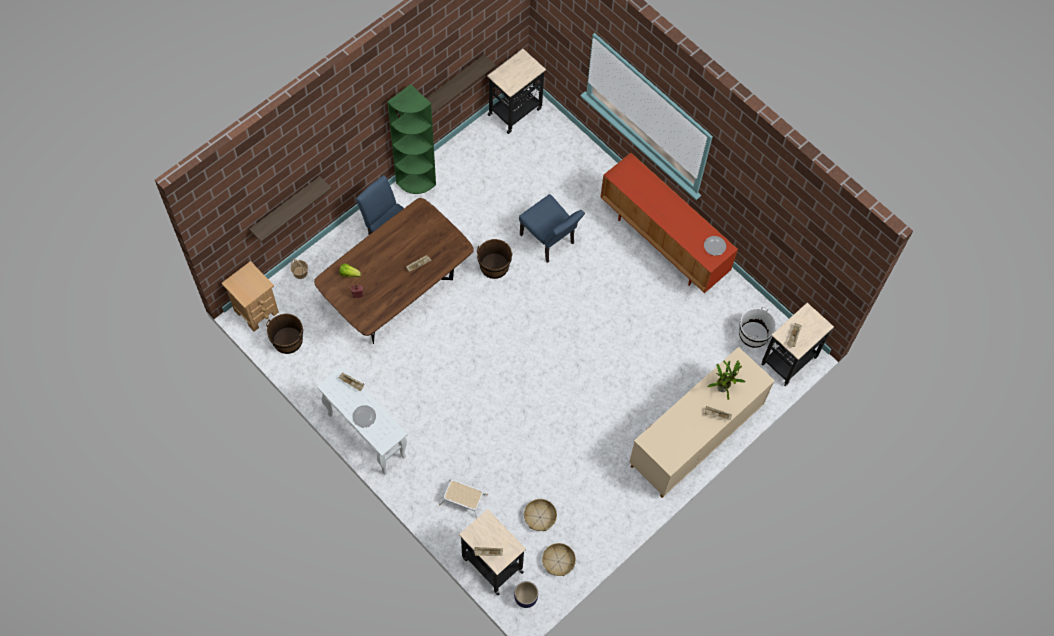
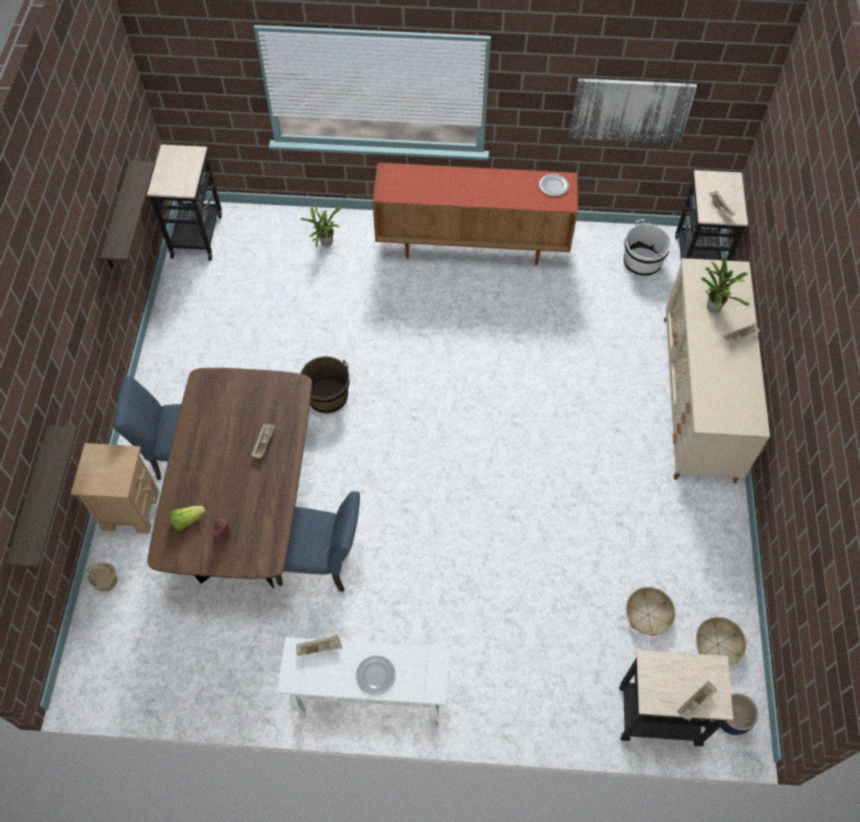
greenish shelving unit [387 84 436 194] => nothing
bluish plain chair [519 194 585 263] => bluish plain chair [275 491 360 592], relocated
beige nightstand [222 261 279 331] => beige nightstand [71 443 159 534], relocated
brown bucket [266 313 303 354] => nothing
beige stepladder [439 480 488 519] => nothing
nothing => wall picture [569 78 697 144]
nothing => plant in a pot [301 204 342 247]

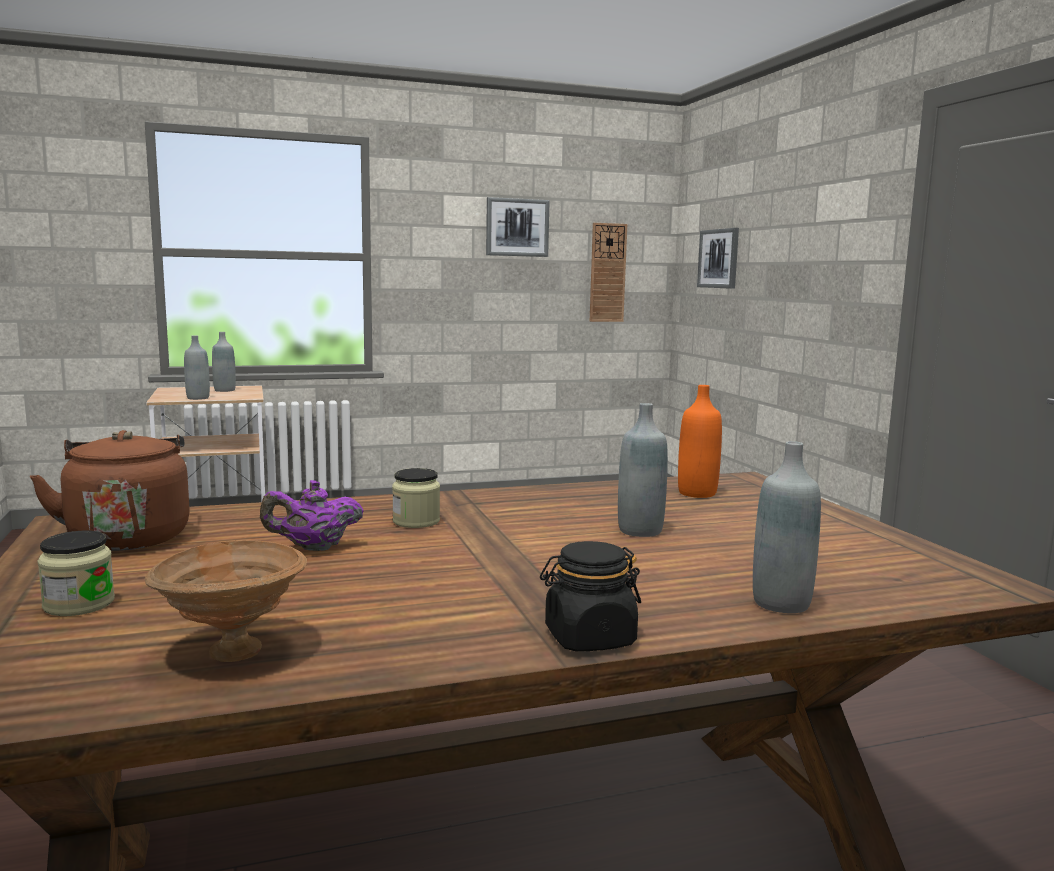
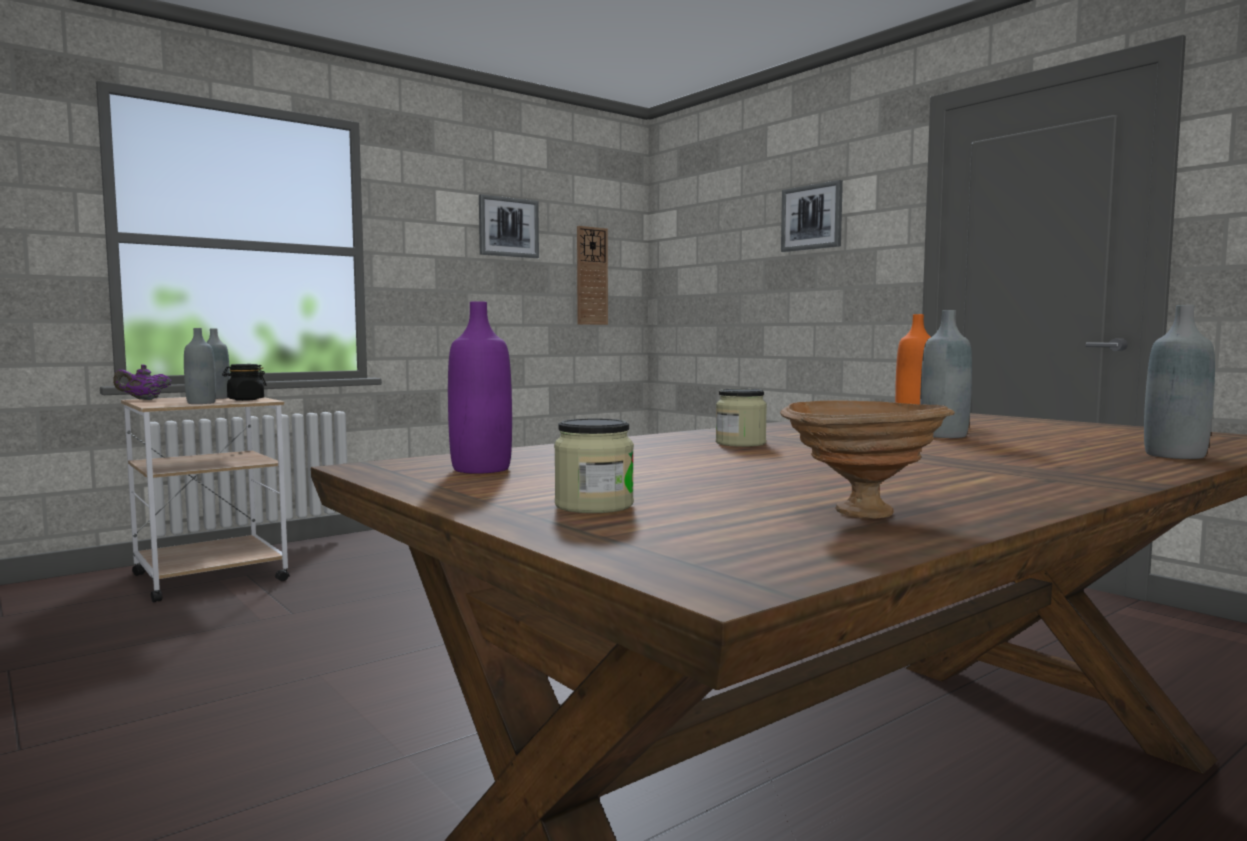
wall picture [697 228 739 289] => wall picture [781 180 843 252], relocated
brown kettle [30 430 190 551] => purple beverage bottle [448 301 512 474]
purple tea pot [260 480 364 551] => purple tea pot [113 364 171 400], relocated
black jar [540 541 641 651] => black jar [222 364 266 401], relocated

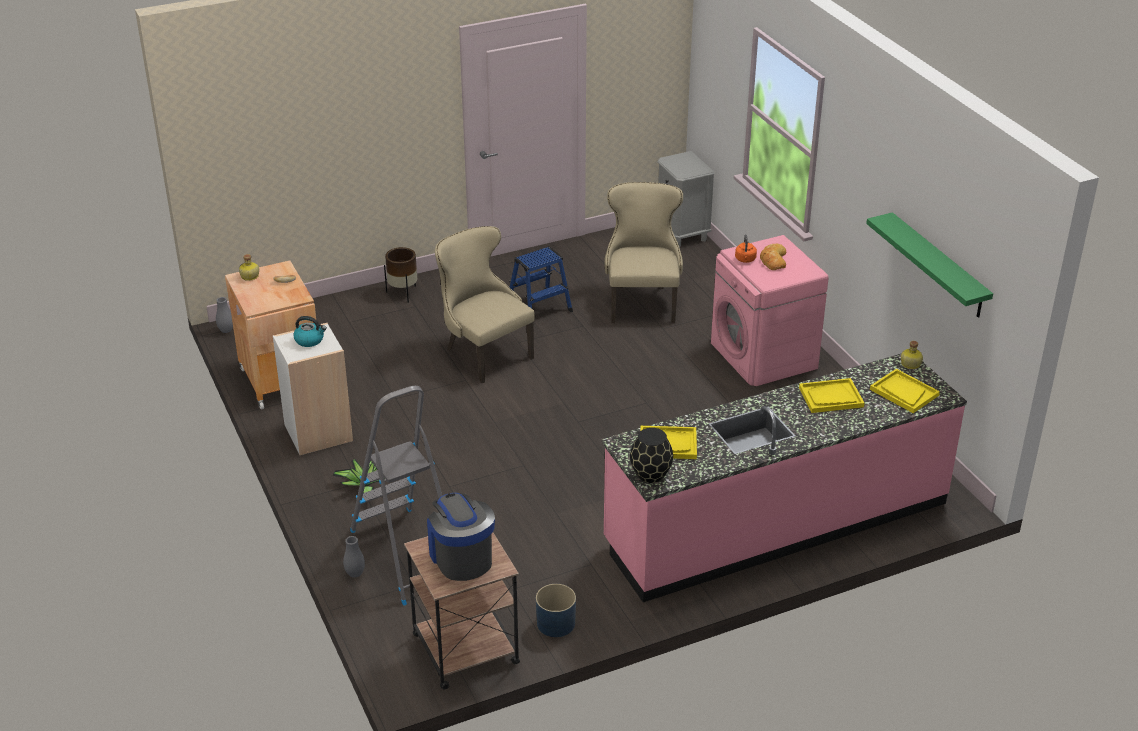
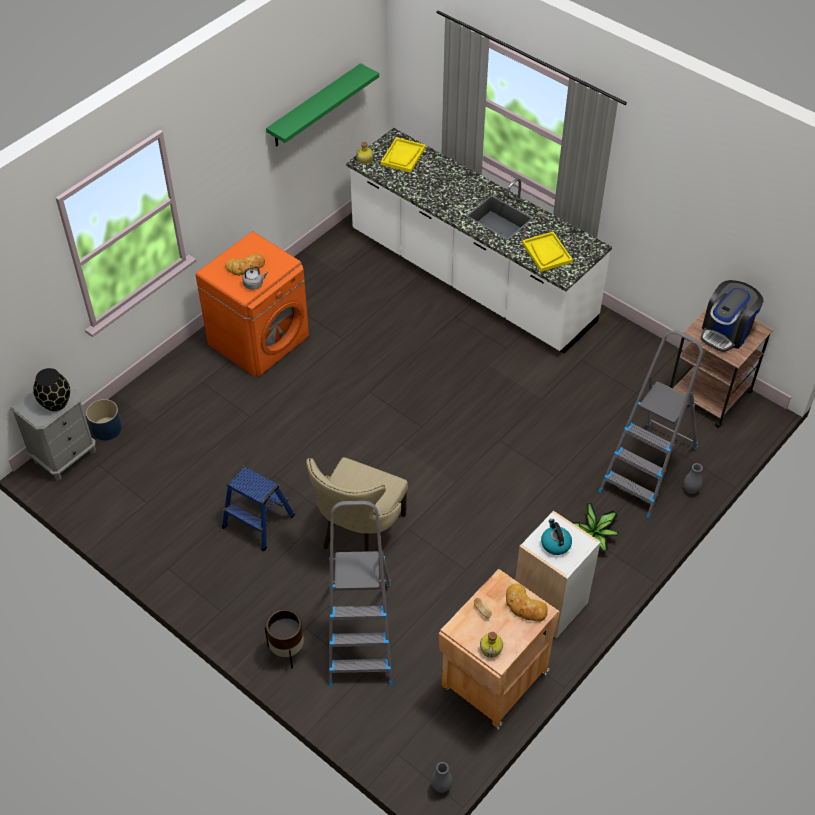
beige plain chair [604 182 683 324] => nothing
orange kettle [735 234 757 263] => greyish kettle [242 266 268 290]
pink-coloured laundry machine [711 235 829 386] => orange laundry machine [196 231 309 376]
pink-coloured kitchen base unit [601 354 967 602] => whitish kitchen base unit [346 128 612 354]
yellowish serving tray [799 378 864 413] => nothing
black flower vase [630 428 673 483] => black flower vase [33 368 70 411], relocated
bluish plant pot [536 584 576 637] => bluish plant pot [86 399 122 440], relocated
nothing => greyish stepladder [329 501 393 686]
nothing => bakery bread [506 584 548 622]

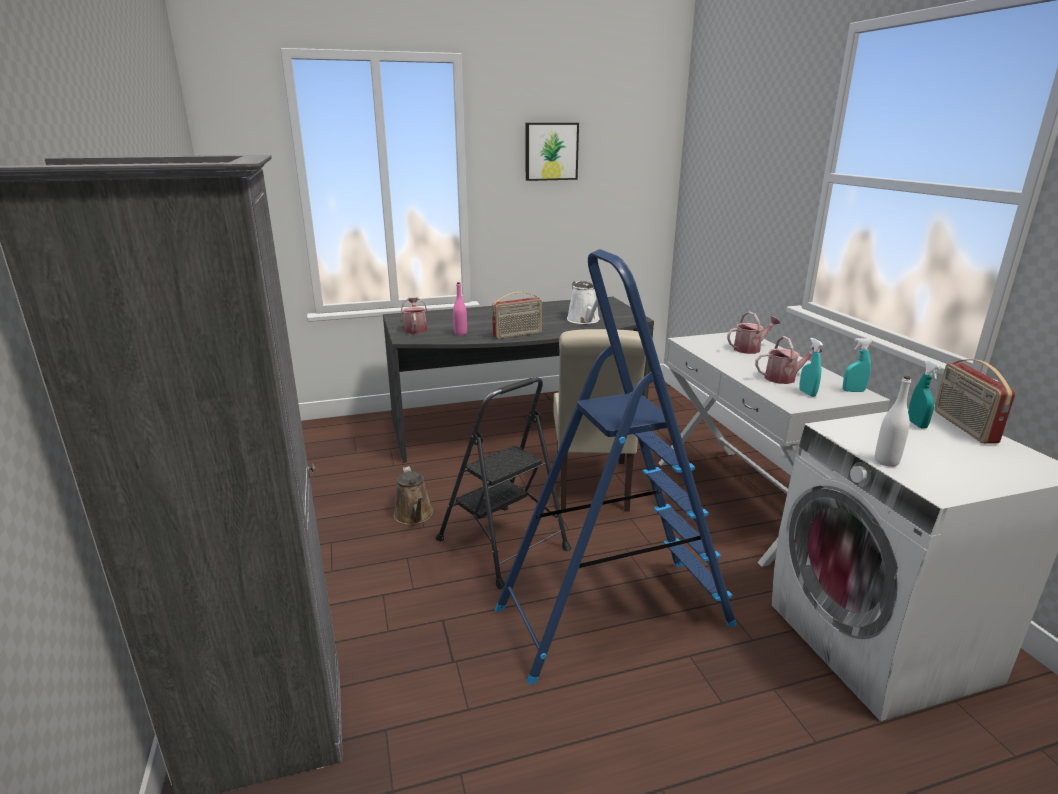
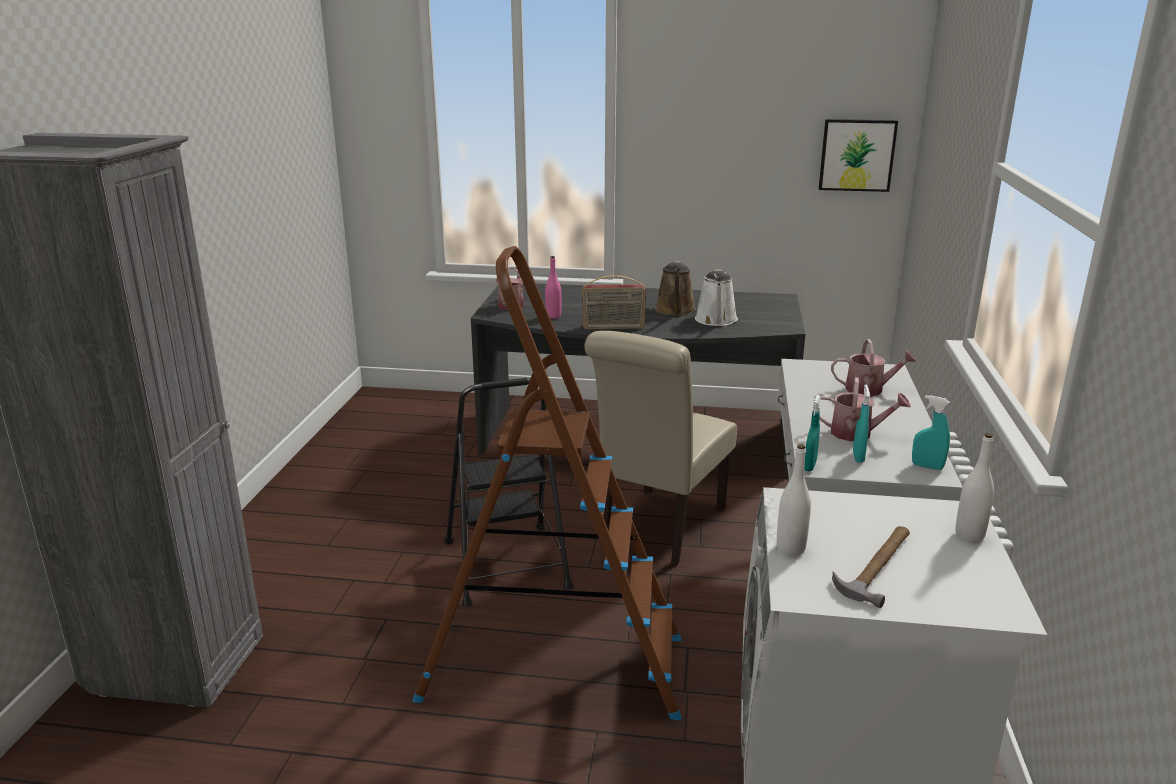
wall picture [526 123 579 181] => wall picture [819 119 898 192], relocated
bluish stepladder [495 249 737 685] => brown stepladder [412 246 681 720]
radio [934 359 1015 444] => whitish beverage bottle [955 433 994 542]
turquoise spray bottle [908 361 941 429] => turquoise spray bottle [804 395 821 471], relocated
brown sprinkling can [394 466 433 525] => brown sprinkling can [655 261 696 316], relocated
nothing => hand hammer [832 526 910 608]

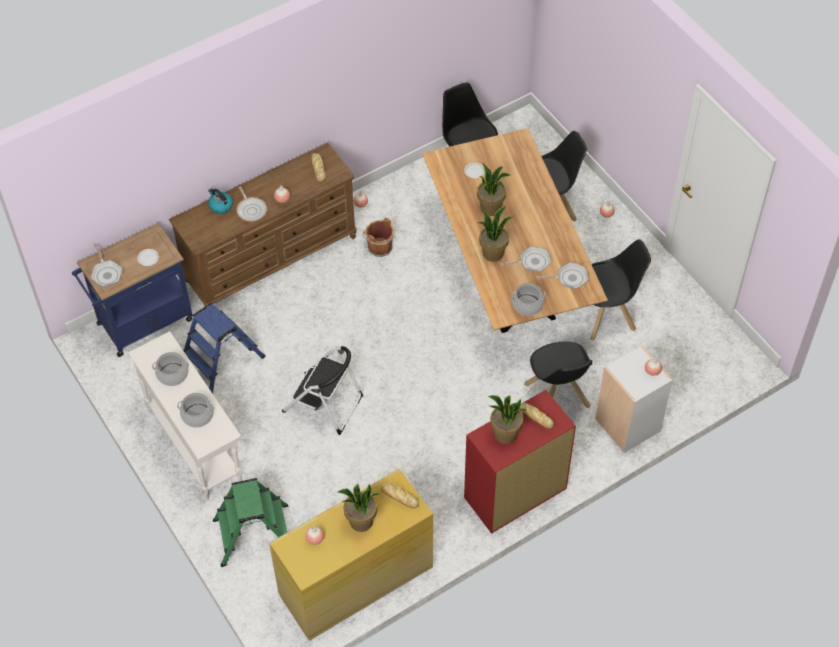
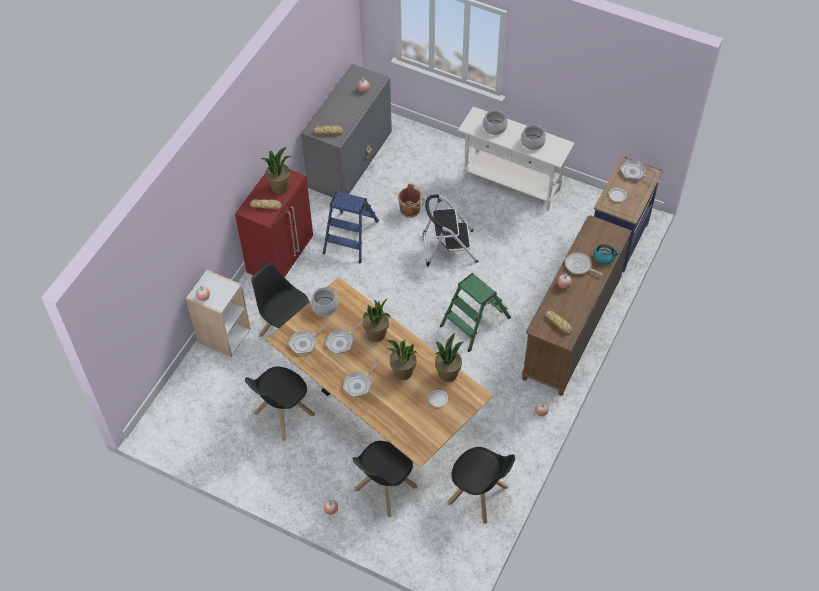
brown bucket [363 217 394 257] => brown bucket [398 184 424 218], relocated
bluish stepladder [183 302 266 394] => bluish stepladder [323 191 379 264], relocated
yellowish storage cabinet [269 469 433 641] => greyish storage cabinet [301 64 392 198]
greenish stepladder [213 478 288 567] => greenish stepladder [439 272 511 352], relocated
plant in a pot [337 484 380 532] => plant in a pot [434 333 464 382], relocated
nothing => skillet [343 361 380 397]

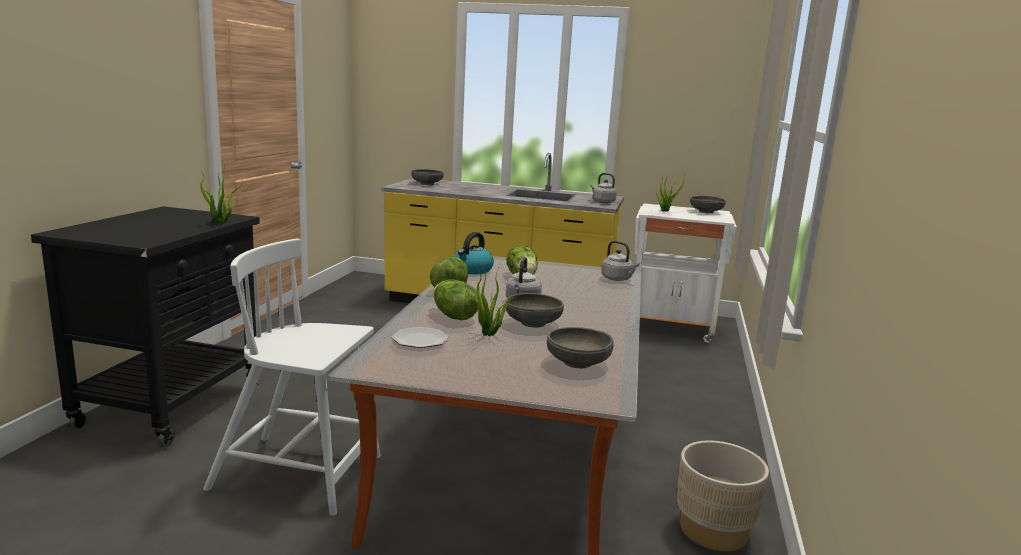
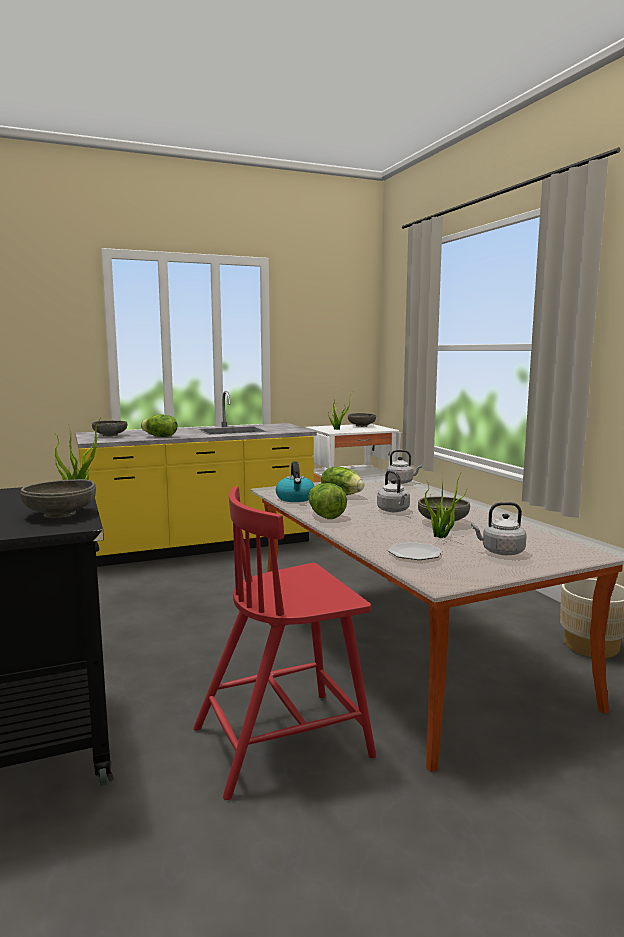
greyish kettle [590 173 617 203] => greyish kettle [471 502 527 555], relocated
whitish plain chair [203 238 381 516] => reddish plain chair [193 486 376 800]
lettuce head [433 279 478 320] => lettuce head [141 414 177 437], relocated
greyish serving bowl [547 327 614 368] => greyish serving bowl [20 479 96 518], relocated

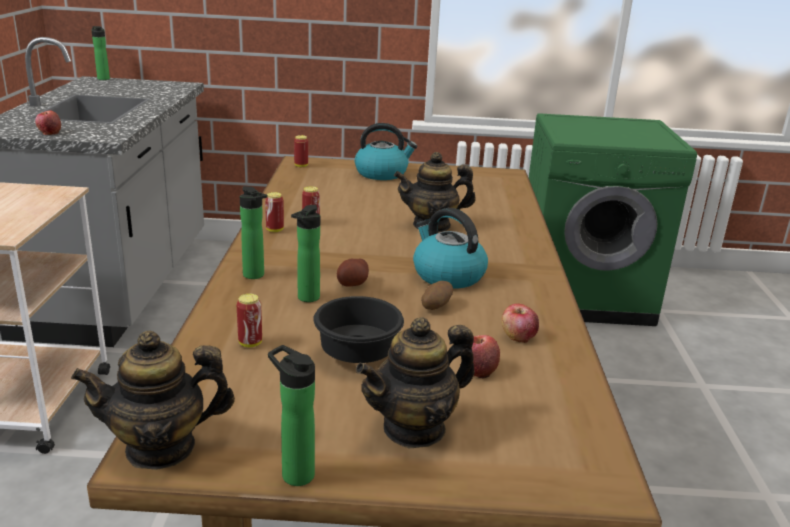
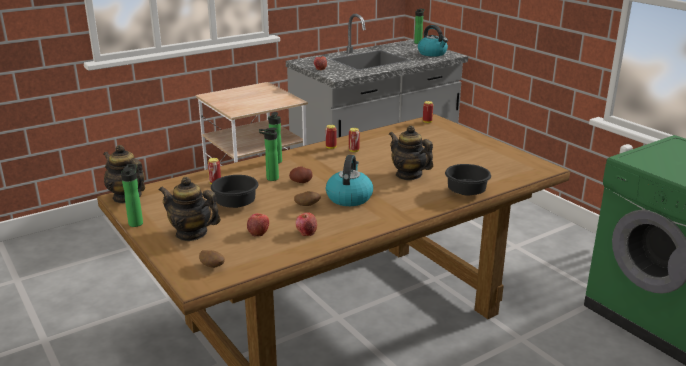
kettle [354 123 417 180] => kettle [418 25 448 57], relocated
nothing => black serving bowl [445 164 491 196]
nothing => spud [199 250 225 268]

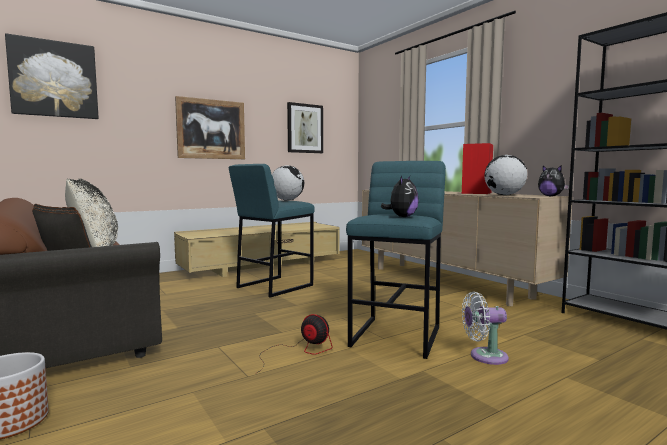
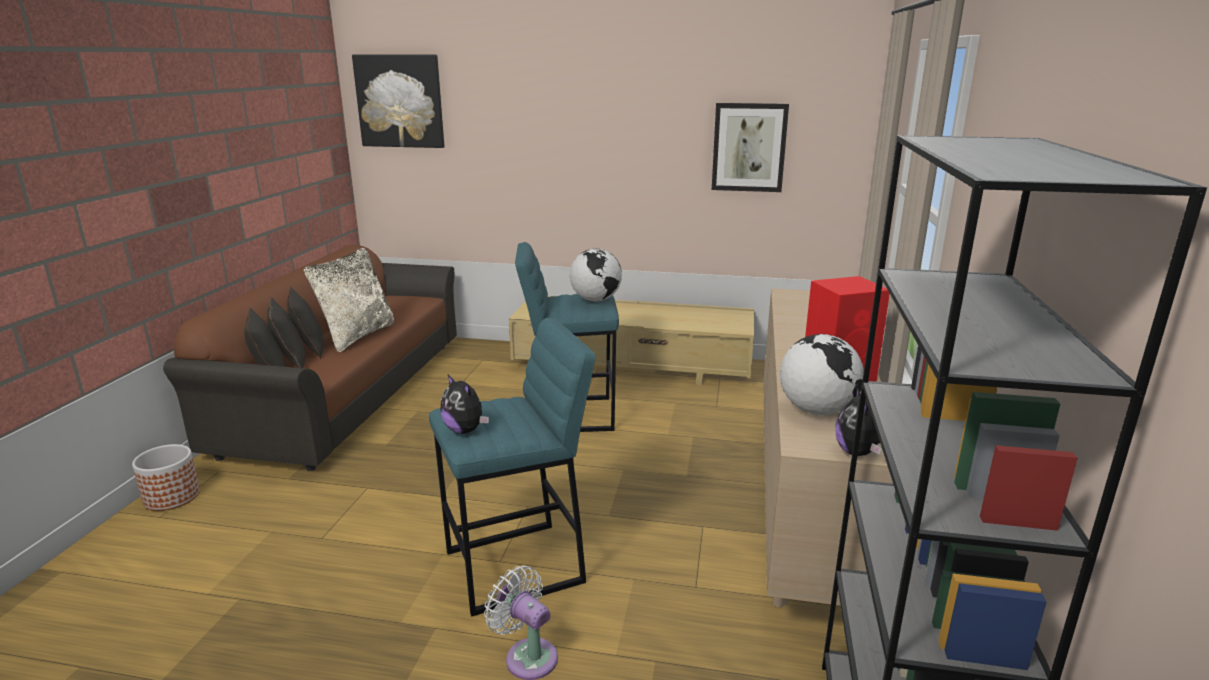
wall picture [175 96 245 159] => nothing
soft toy [381 176 419 217] => soft toy [440 375 489 434], 60 degrees clockwise
electric fan [255 314 333 374] => nothing

